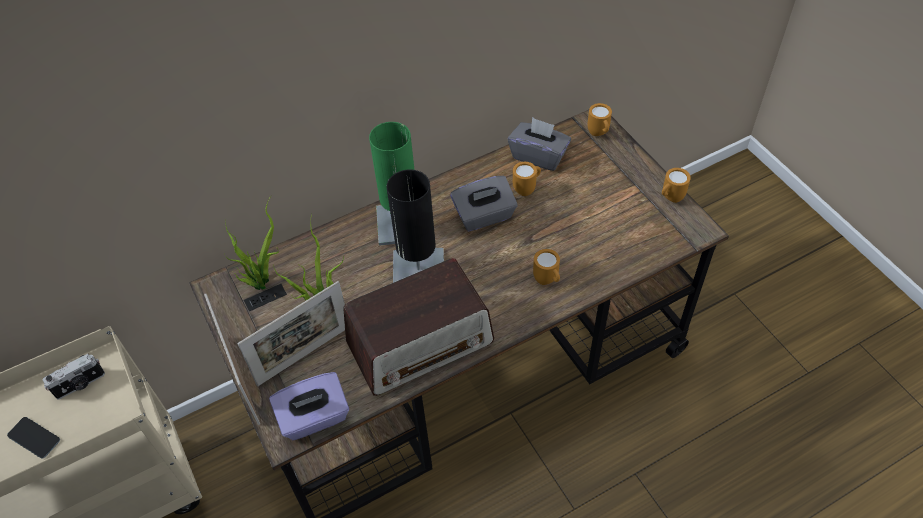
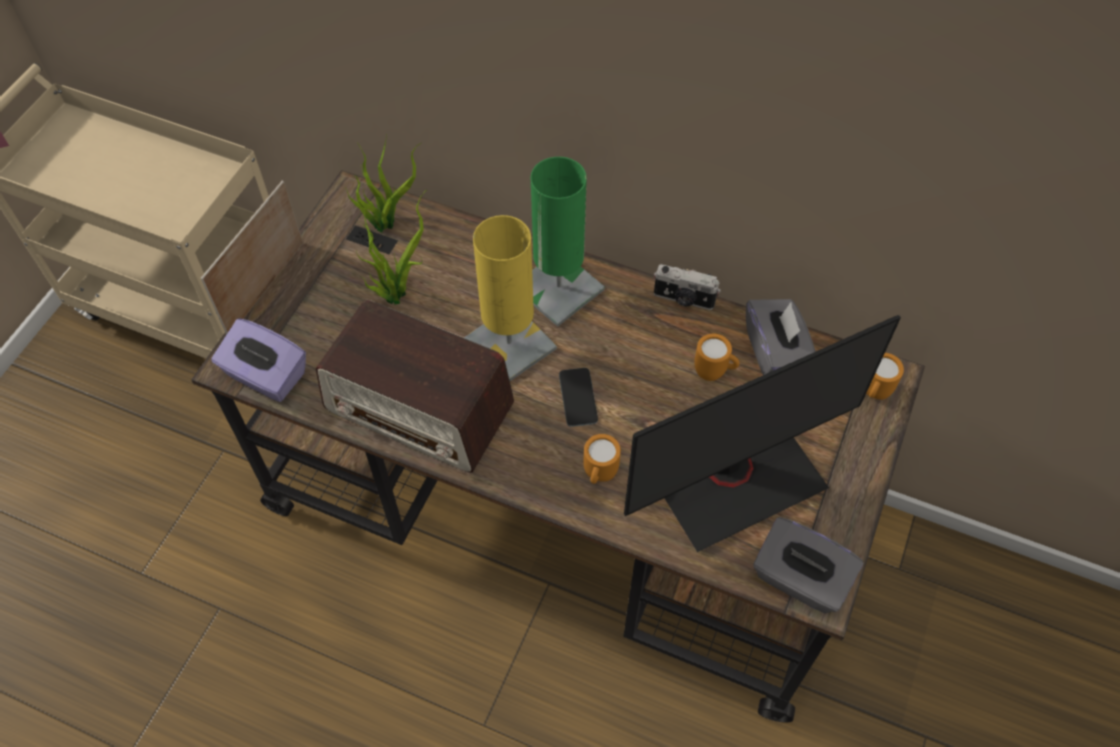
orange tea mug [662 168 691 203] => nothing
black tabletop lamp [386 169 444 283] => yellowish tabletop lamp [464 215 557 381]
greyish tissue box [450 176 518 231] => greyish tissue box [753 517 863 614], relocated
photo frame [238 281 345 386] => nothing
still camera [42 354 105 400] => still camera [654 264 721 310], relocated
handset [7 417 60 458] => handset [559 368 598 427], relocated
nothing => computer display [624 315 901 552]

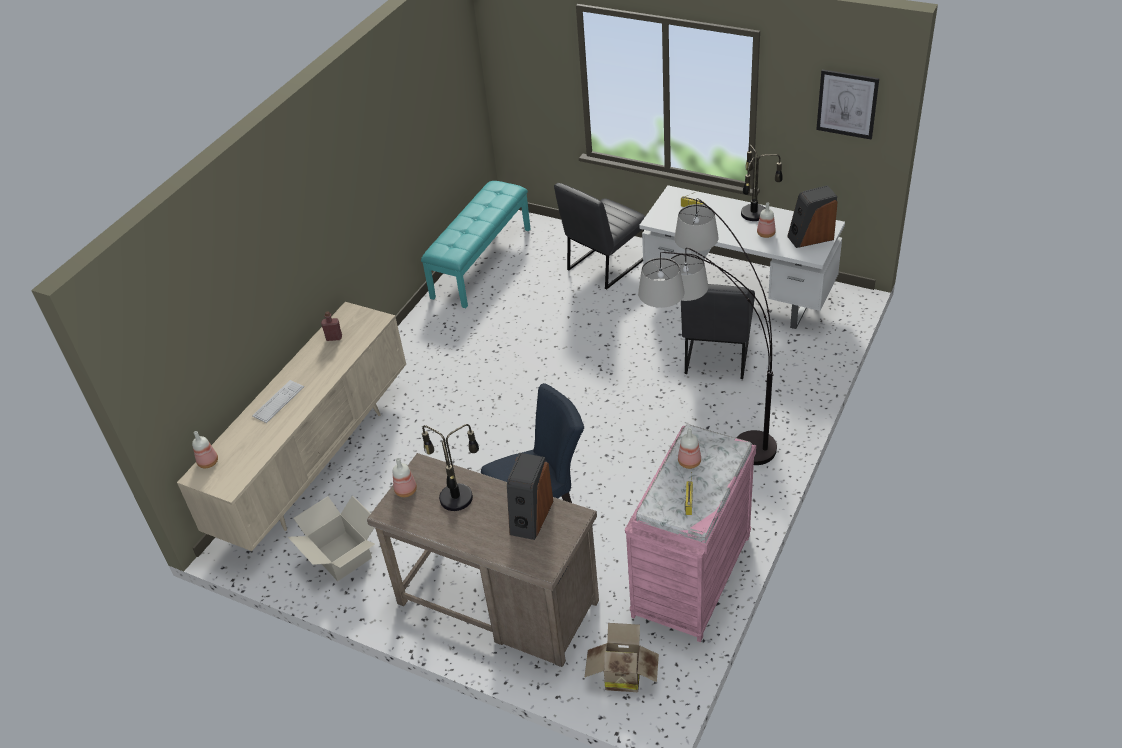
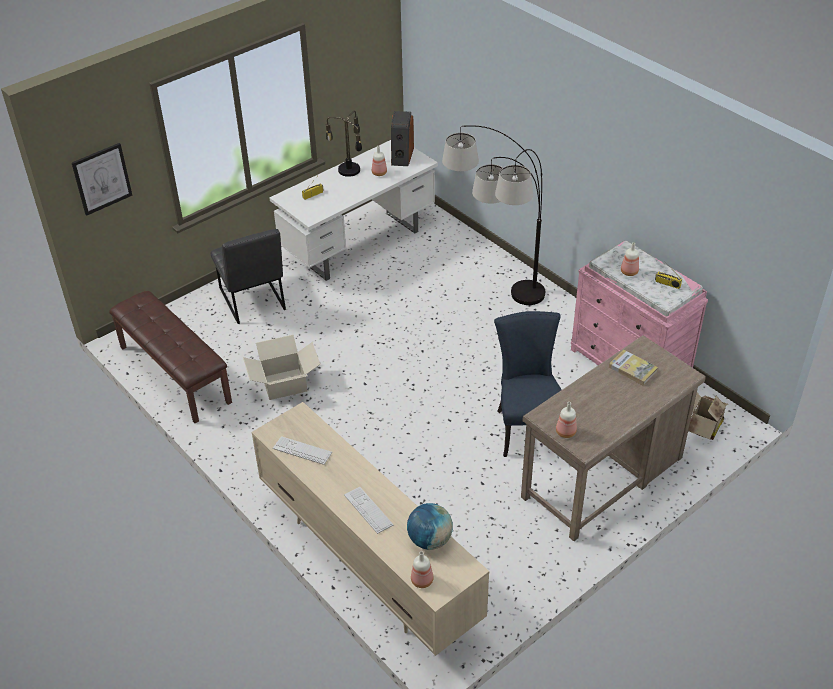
wall picture [816 69 879 139] => wall picture [72 143 132 216], relocated
turquoise long seat [421 181 530 308] => brown long seat [109 291 232 423]
greyish plain chair [681 284 755 379] => nothing
reddish beverage bottle [321 312 342 341] => computer keyboard [273 436 332 465]
tabletop lamp [422 424 479 511] => nothing
speaker [507 453 553 540] => bound book [609 350 658 385]
cardboard box [288 496 375 581] => cardboard box [243 335 320 400], relocated
nothing => world globe [407 503 453 550]

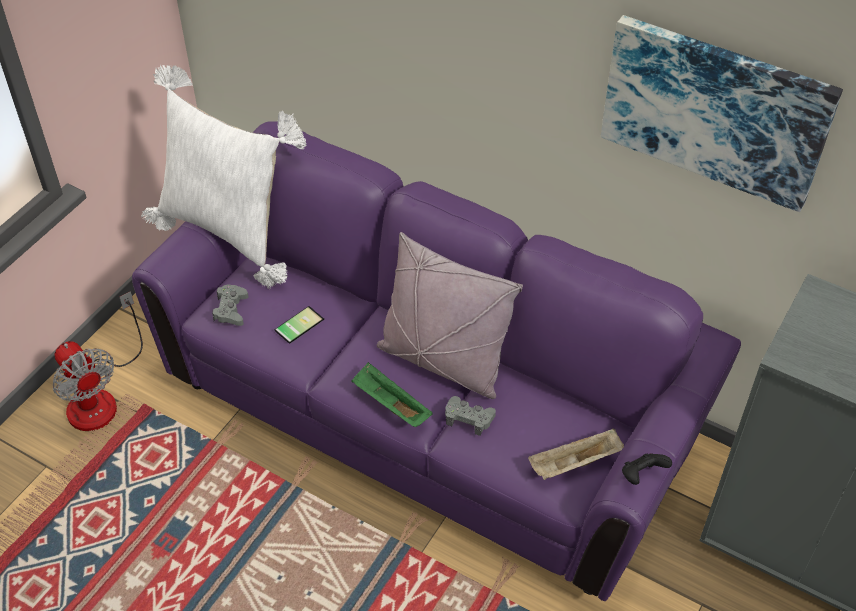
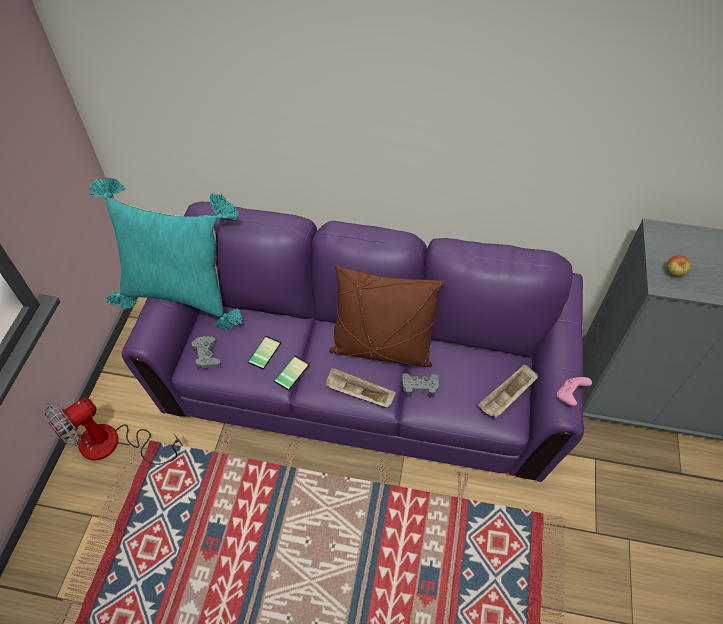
wall picture [601 15 843 212] => nothing
whitish throw pillow [141 65 307 289] => turquoise throw pillow [90 177 243 331]
purple throw pillow [377 232 523 399] => brown throw pillow [329 265 444 367]
electric fan [53 291 143 431] => electric fan [44 398 183 465], 105 degrees clockwise
greenish serving tray [351 362 433 427] => beige serving tray [326 367 396 407]
black game controller [622 453 672 485] => pink-coloured game controller [557 377 592 406]
nothing => whole apple [667 255 691 277]
nothing => handset [274 356 310 390]

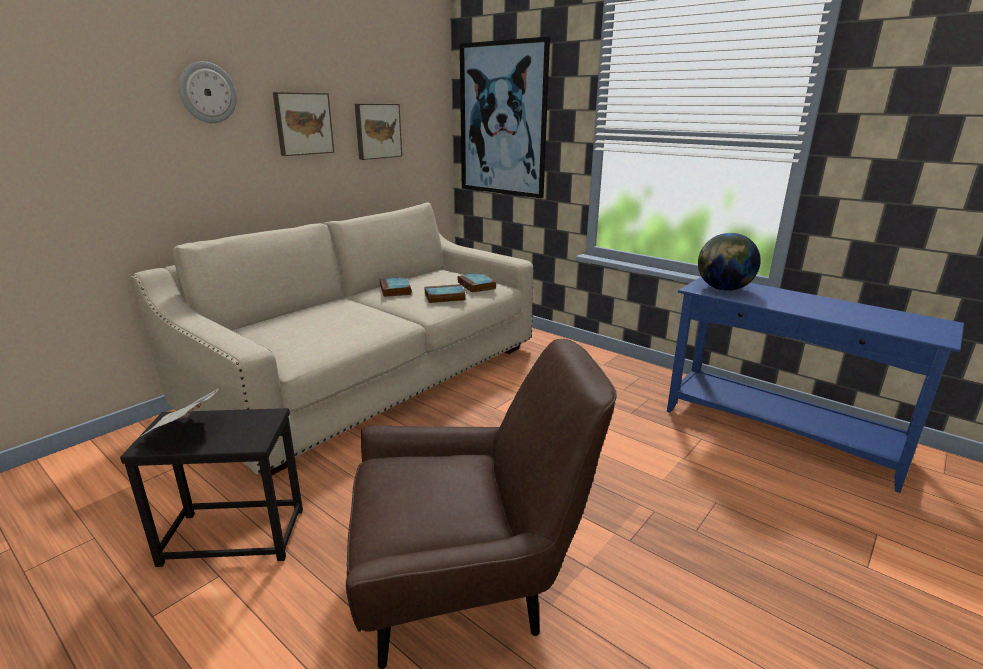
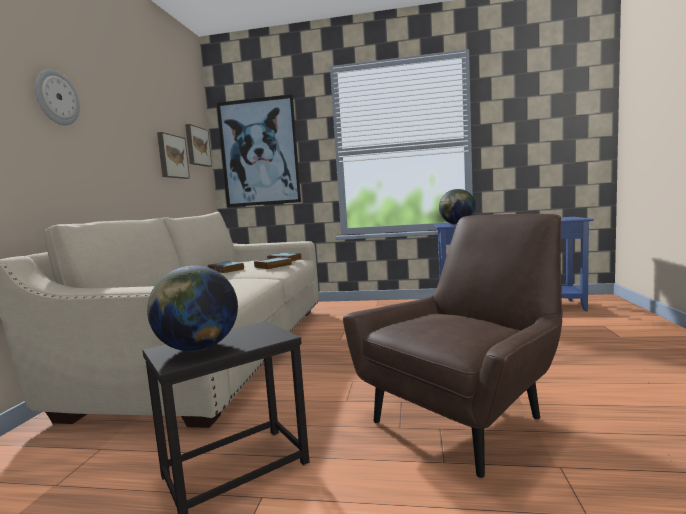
wall picture [273 92 334 156] => wall picture [185 124 212 167], relocated
printed paper [140 387 221 437] => world globe [147 266 238 351]

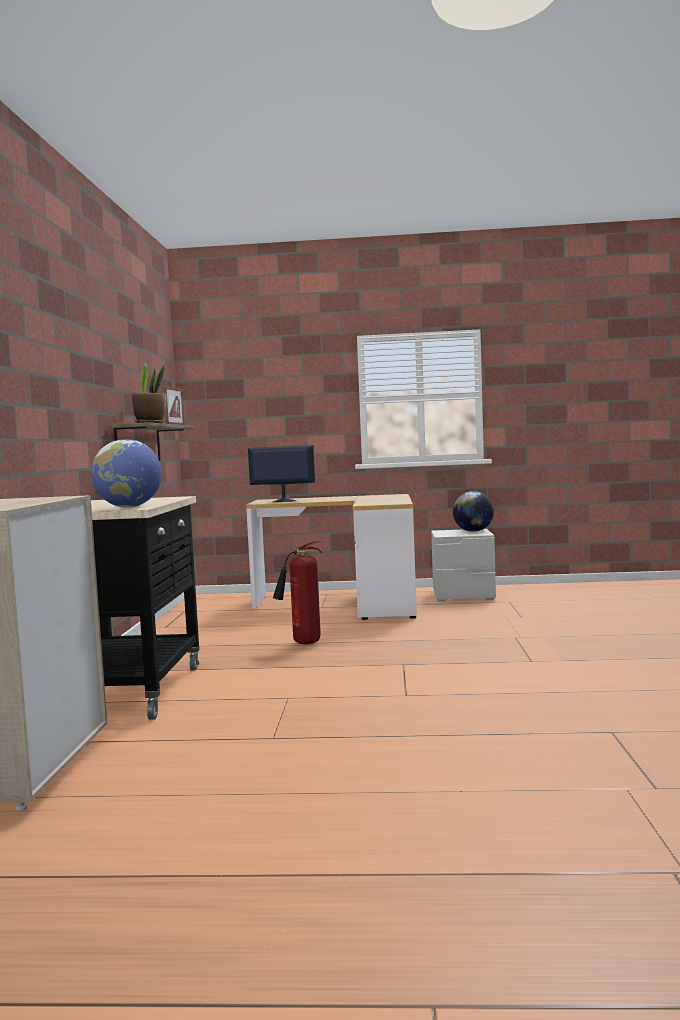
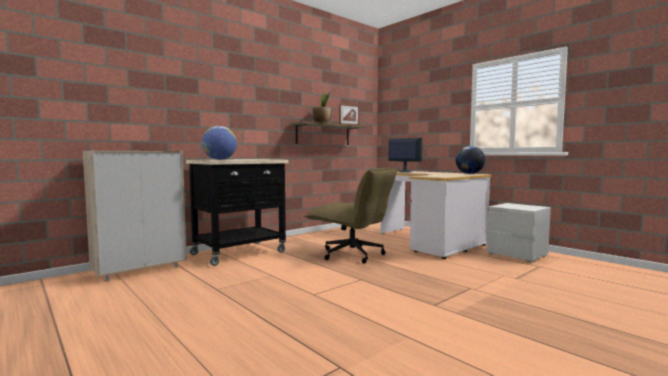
world globe [453 491 494 532] => world globe [456 146 485 174], relocated
extinguisher [273 541 322 645] => beige computer chair [304 168 398 264]

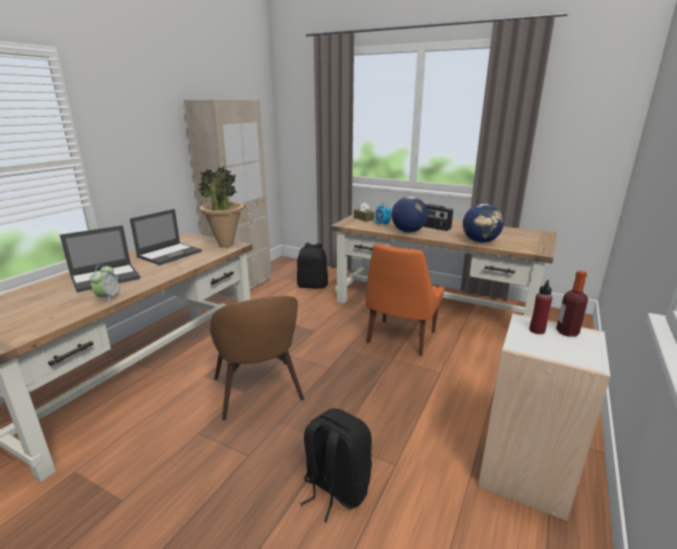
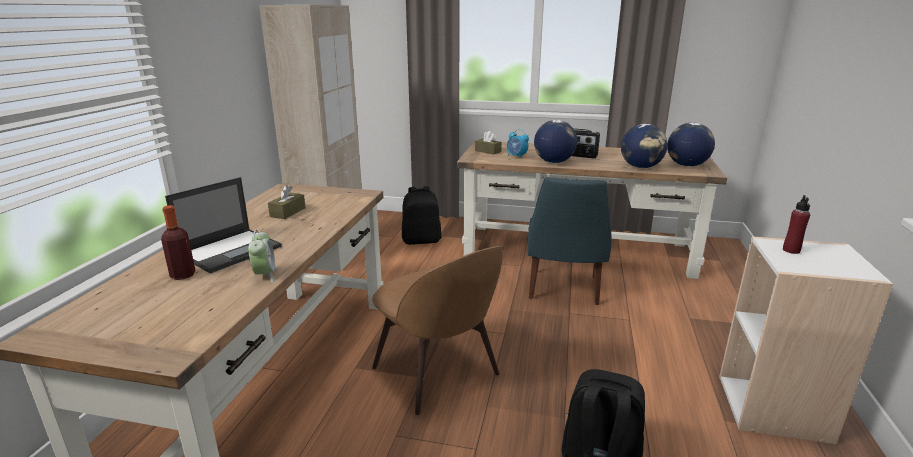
plant in a pot [198 166 244 248] => nothing
portable computer [130 209 202 265] => brown tissue box [268 185 306 219]
orange plain chair [366 244 444 356] => bluish plain chair [528 177 611 305]
beverage bottle [556 271 588 337] => beverage bottle [161 205 196 280], relocated
nothing => world globe [667 122 715 167]

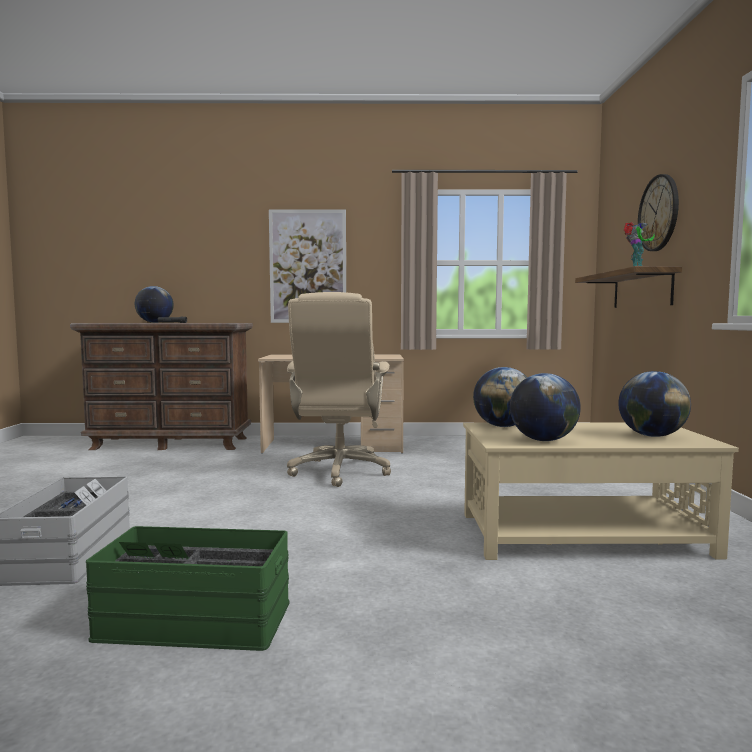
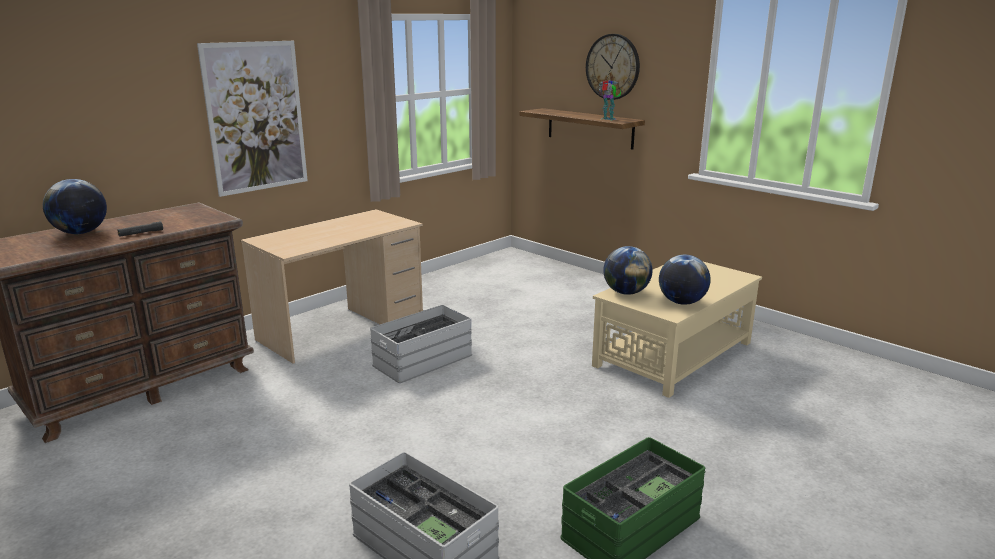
beige computer chair [287 292 391 487] => greyish storage container [370 305 472 383]
world globe [618 371 691 437] => nothing

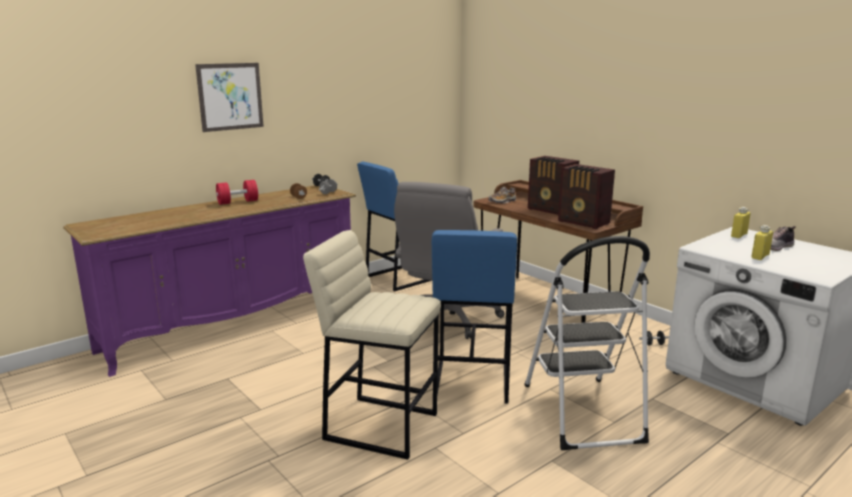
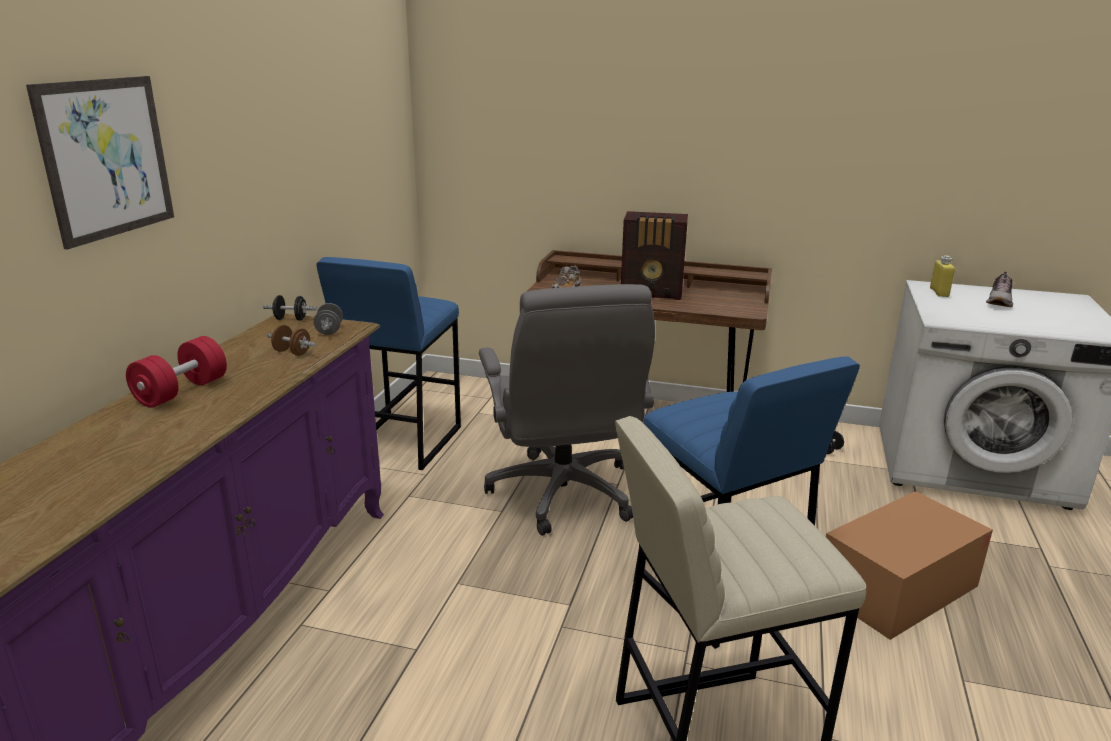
radio [558 164 615 229] => nothing
yellowish beverage bottle [751 225 773 260] => nothing
stepladder [524 236 650 450] => cardboard box [826 491 993 640]

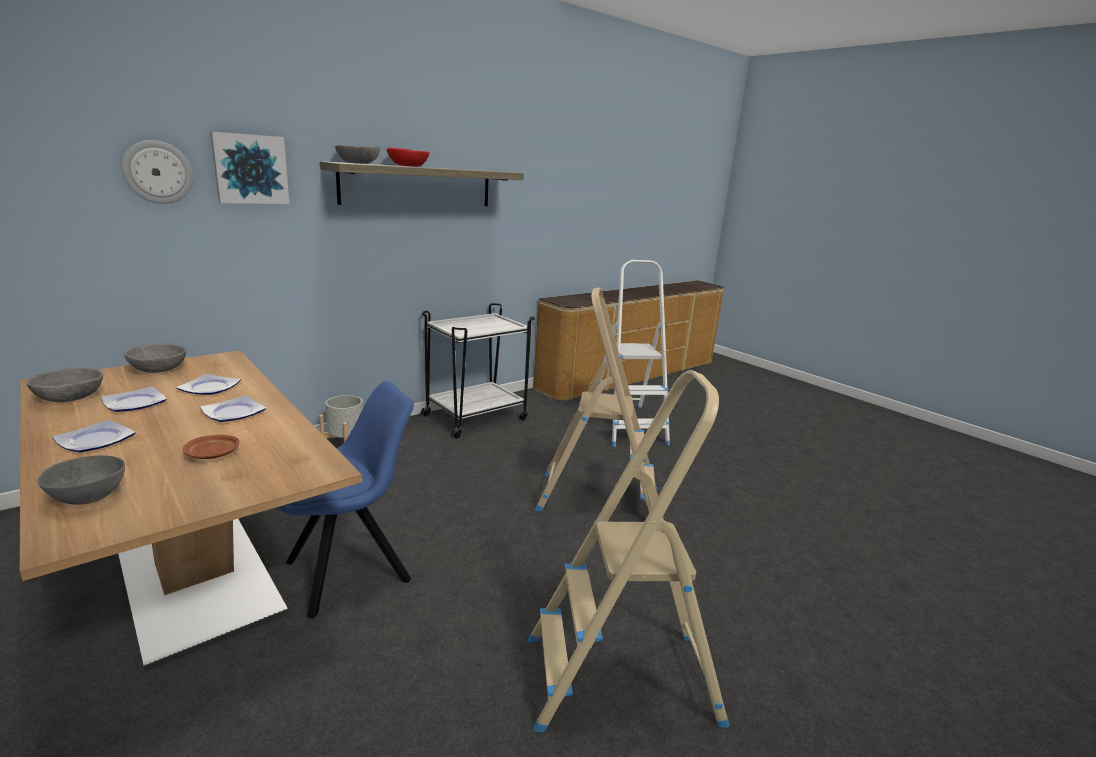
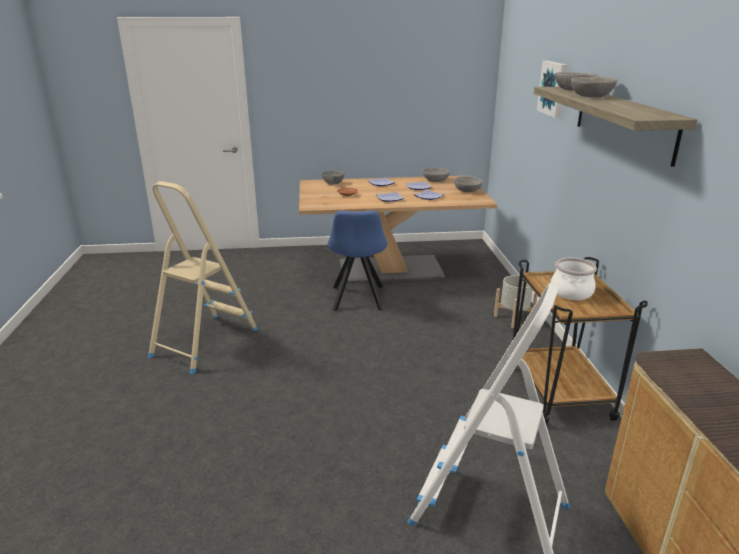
hanging clock [121 140 193 204] => nothing
reddish serving bowl [387 148 430 167] => greyish serving bowl [571 76 618 97]
beige stepladder [535 287 657 513] => nothing
whitish cart [420 303 535 438] => brown cart [513 257 648 425]
nothing => stockpot [551 257 597 300]

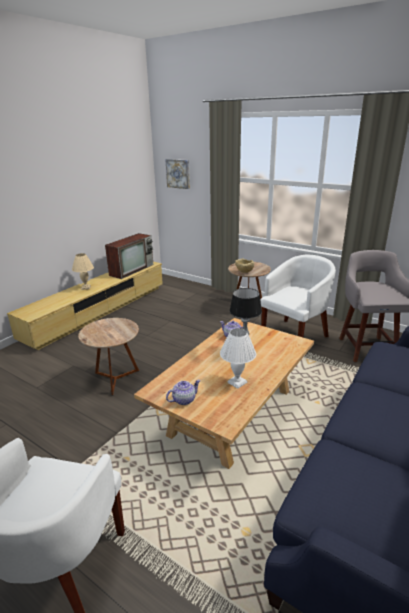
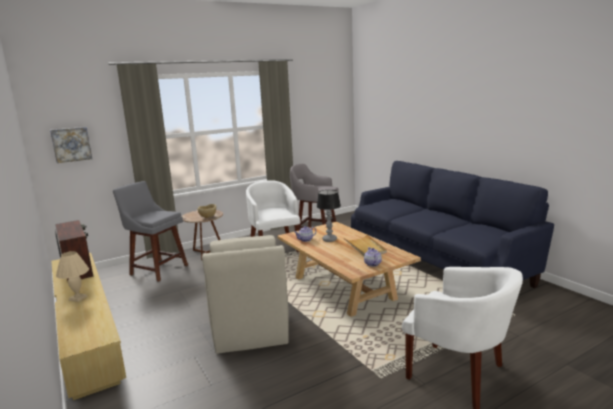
brown end table [78 318 139 396] => beige lounge chair [202 235 289 354]
whitish tabletop lamp [220 328 256 389] => beige serving tray [344 234 387 256]
nothing => greyish sitting stool [113 181 188 282]

